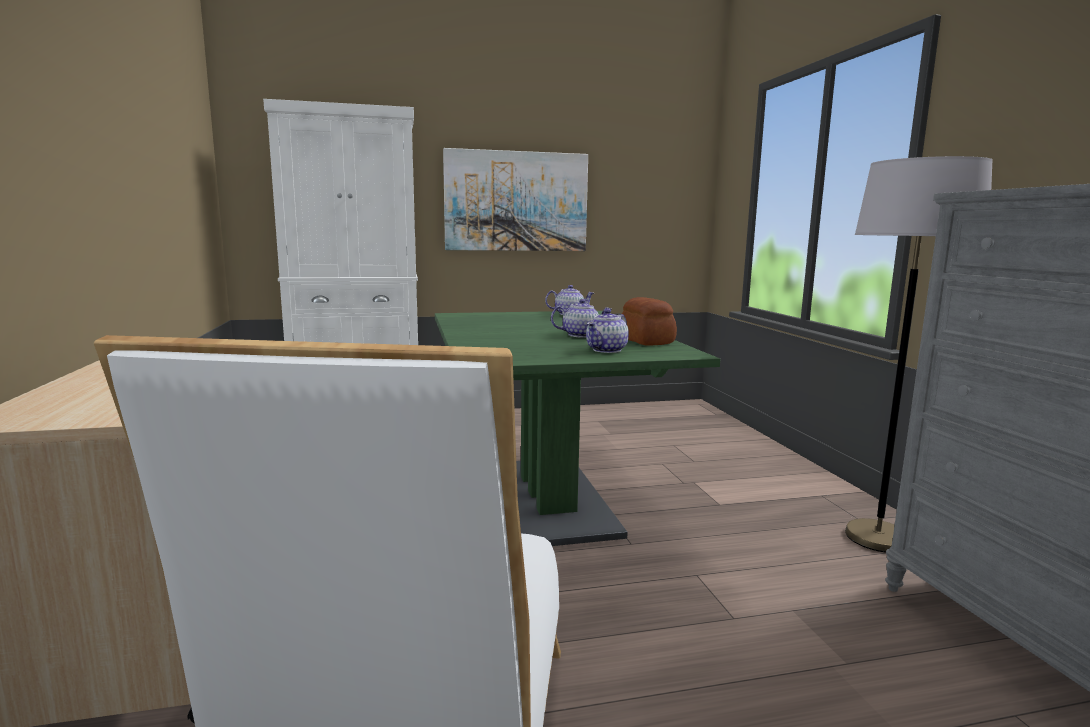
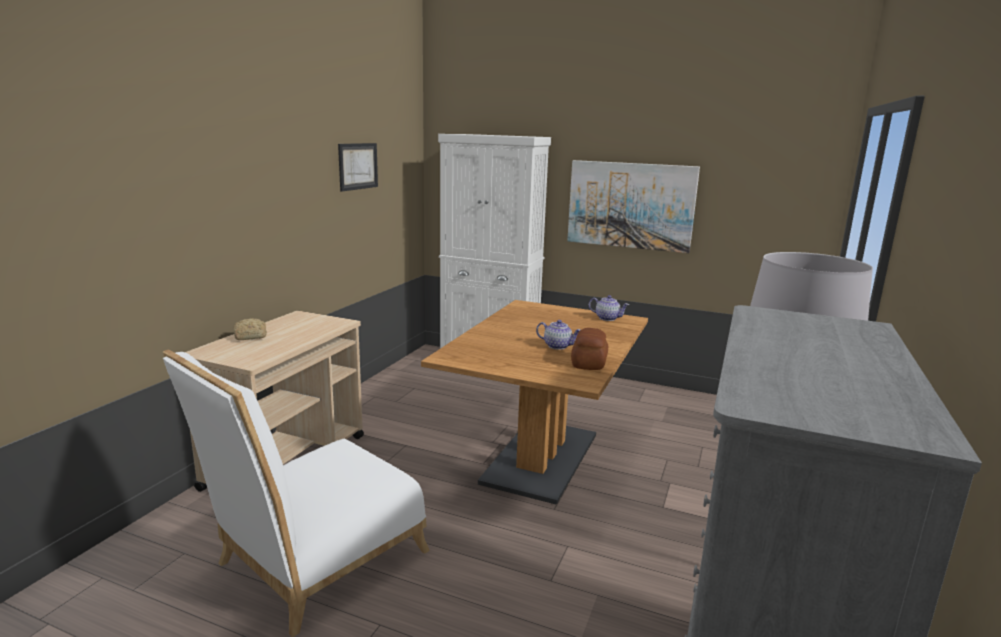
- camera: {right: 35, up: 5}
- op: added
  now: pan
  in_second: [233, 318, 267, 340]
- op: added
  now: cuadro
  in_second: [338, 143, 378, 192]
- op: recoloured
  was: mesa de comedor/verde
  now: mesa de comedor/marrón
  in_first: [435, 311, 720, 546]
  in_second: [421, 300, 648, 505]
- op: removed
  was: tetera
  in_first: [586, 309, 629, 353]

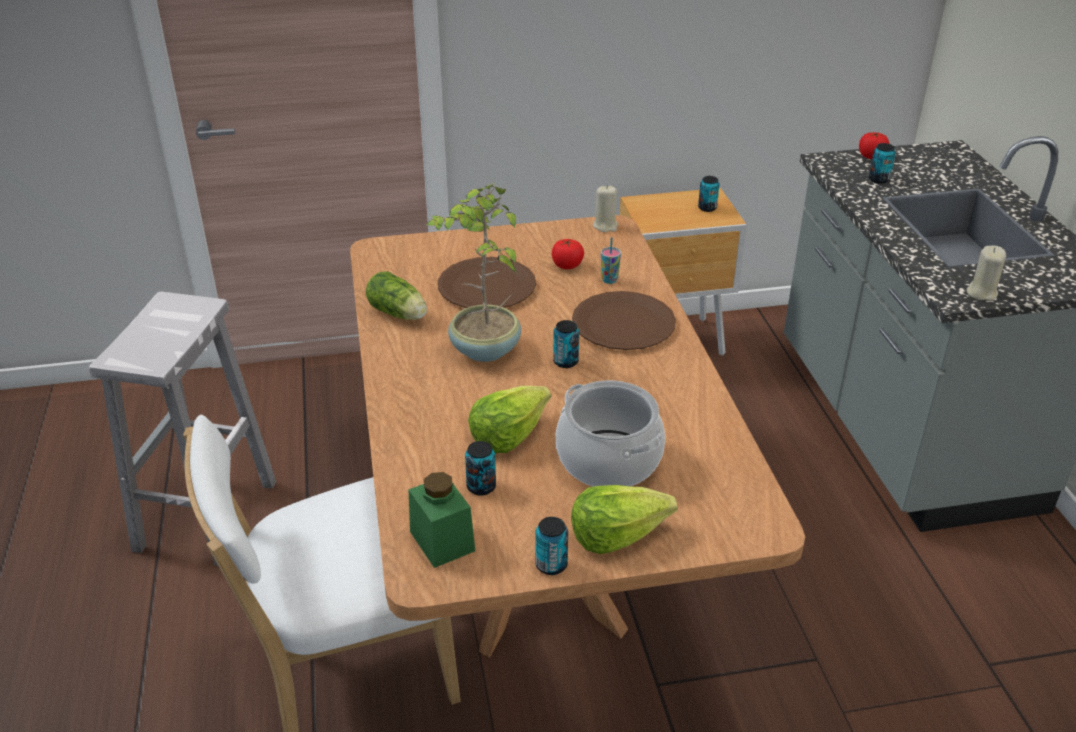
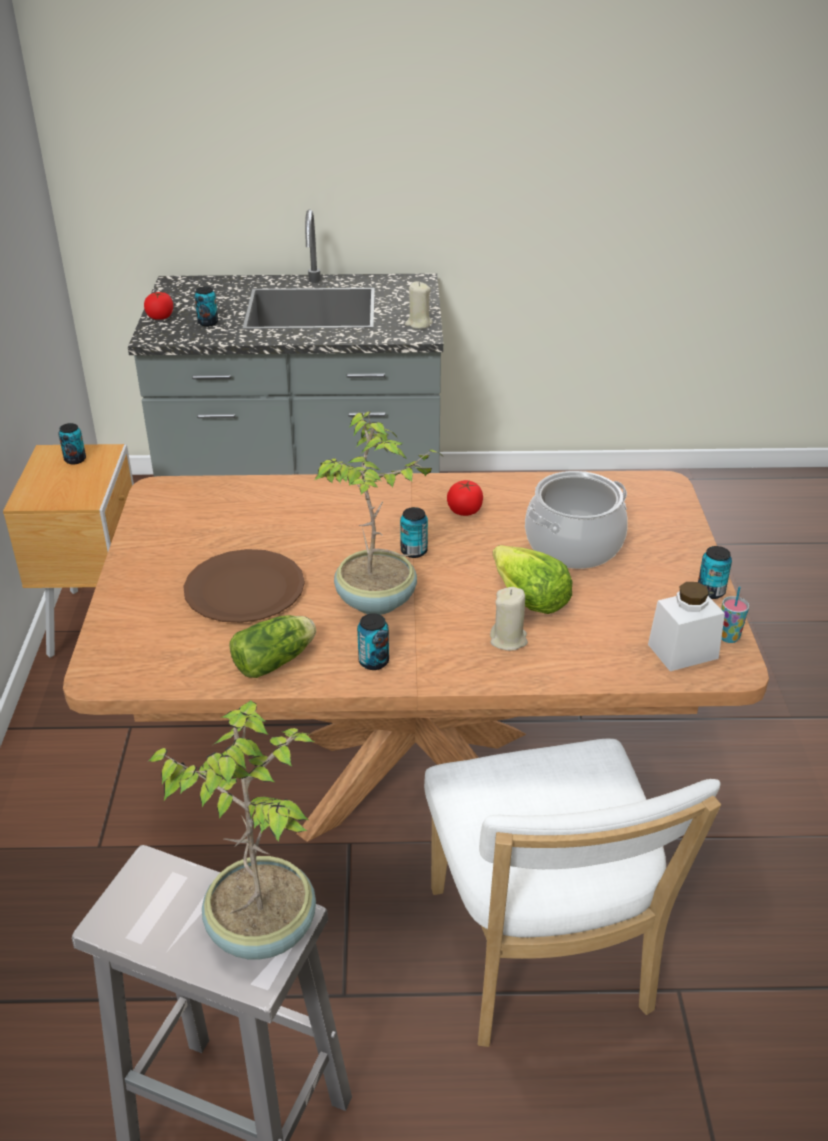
- camera: {right: -80, up: 0}
- op: added
  now: planta en maceta
  in_second: [149, 700, 316, 960]
- op: moved
  was: lata
  in_first: [465, 441, 496, 496]
  in_second: [357, 614, 389, 670]
- op: moved
  was: tomate
  in_first: [552, 239, 584, 269]
  in_second: [447, 480, 483, 516]
- op: moved
  was: vela/beis
  in_first: [593, 185, 618, 232]
  in_second: [490, 587, 528, 651]
- op: recoloured
  was: tarro/verde
  now: tarro/blanco
  in_first: [408, 472, 475, 568]
  in_second: [648, 582, 725, 671]
- op: moved
  was: taza
  in_first: [601, 237, 621, 284]
  in_second: [721, 586, 749, 643]
- op: removed
  was: lechuga
  in_first: [571, 485, 677, 554]
- op: removed
  was: plato/marrón
  in_first: [572, 291, 676, 350]

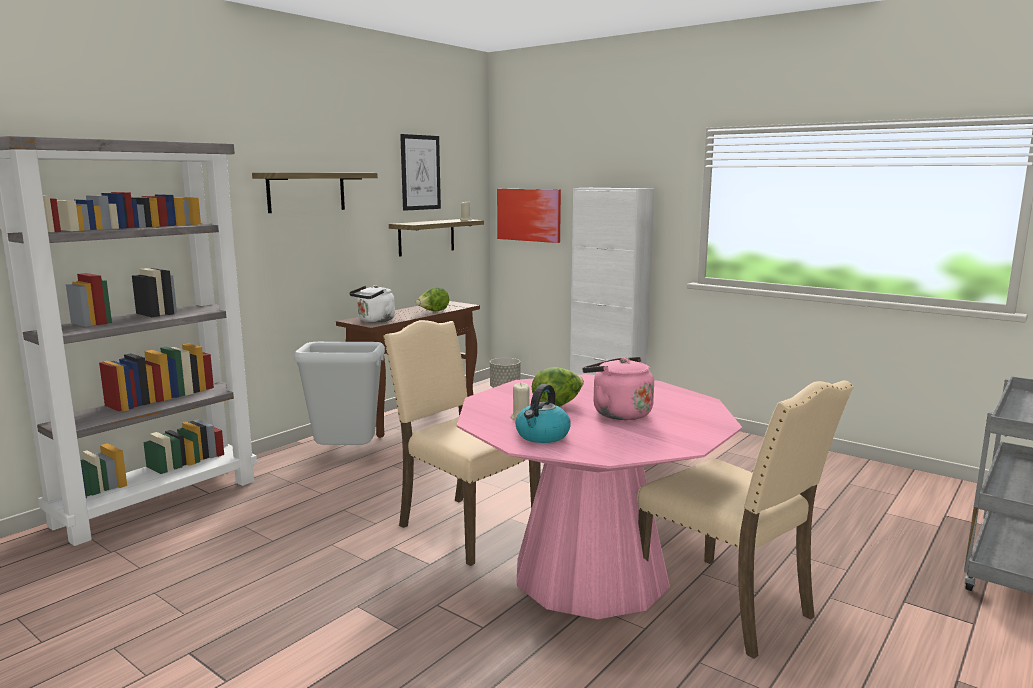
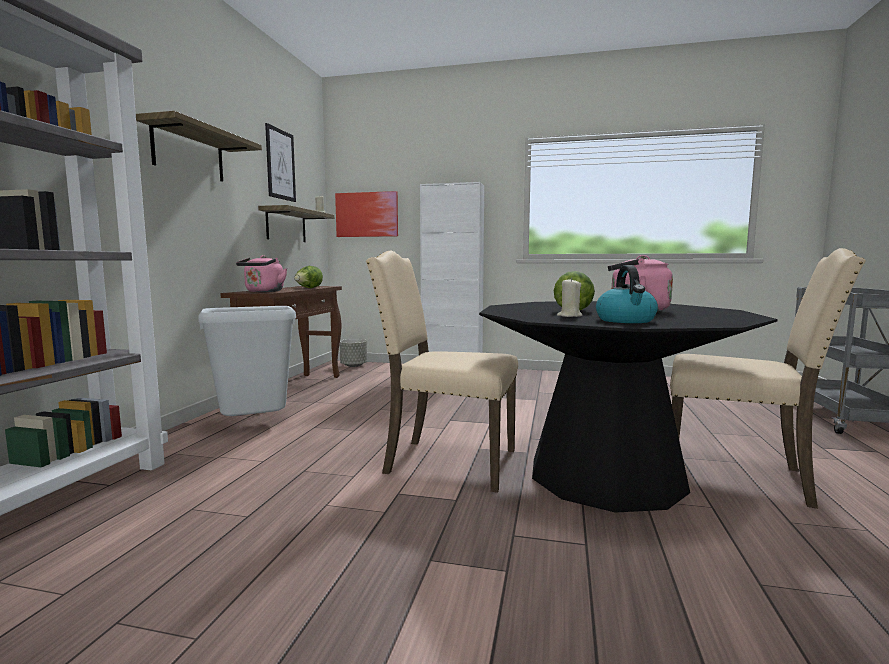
- camera: {right: -25, up: -5}
- op: recoloured
  was: hervidor/blanco
  now: hervidor/rosa
  in_first: [349, 285, 395, 323]
  in_second: [236, 255, 287, 292]
- op: recoloured
  was: mesa de comedor/rosa
  now: mesa de comedor/negro
  in_first: [457, 374, 742, 619]
  in_second: [479, 301, 778, 513]

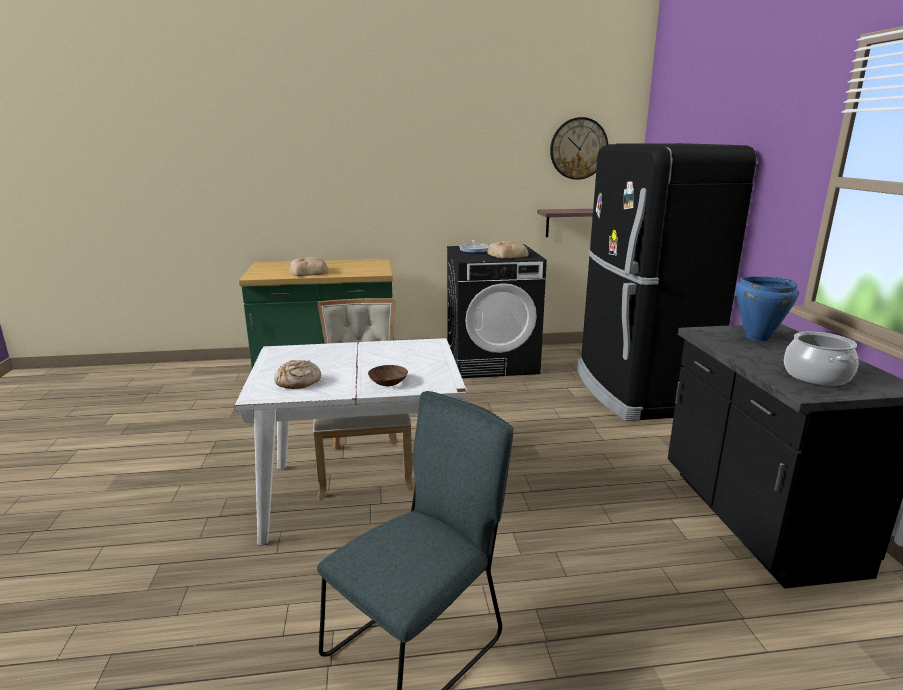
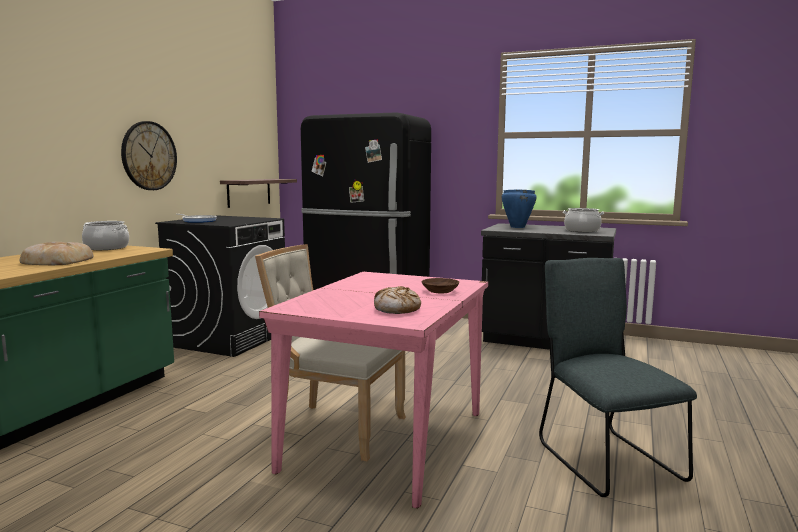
- camera: {right: -60, up: -10}
- op: added
  now: olla
  in_second: [82, 221, 129, 250]
- op: moved
  was: reloj de pared
  in_first: [550, 117, 608, 180]
  in_second: [121, 121, 177, 190]
- op: recoloured
  was: mesa de comedor/blanco
  now: mesa de comedor/rosa
  in_first: [234, 338, 468, 546]
  in_second: [259, 272, 488, 508]
- op: removed
  was: pan
  in_first: [487, 241, 529, 259]

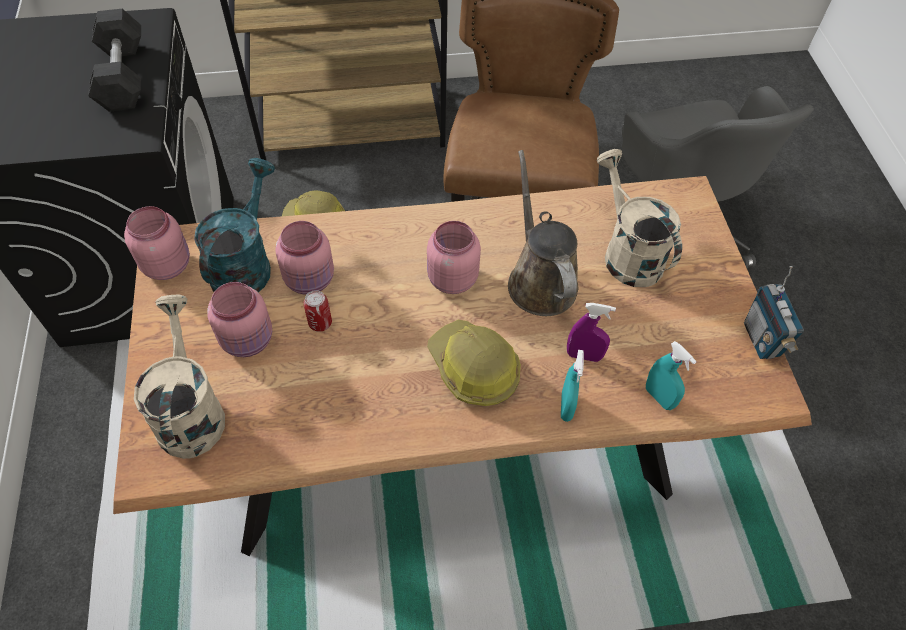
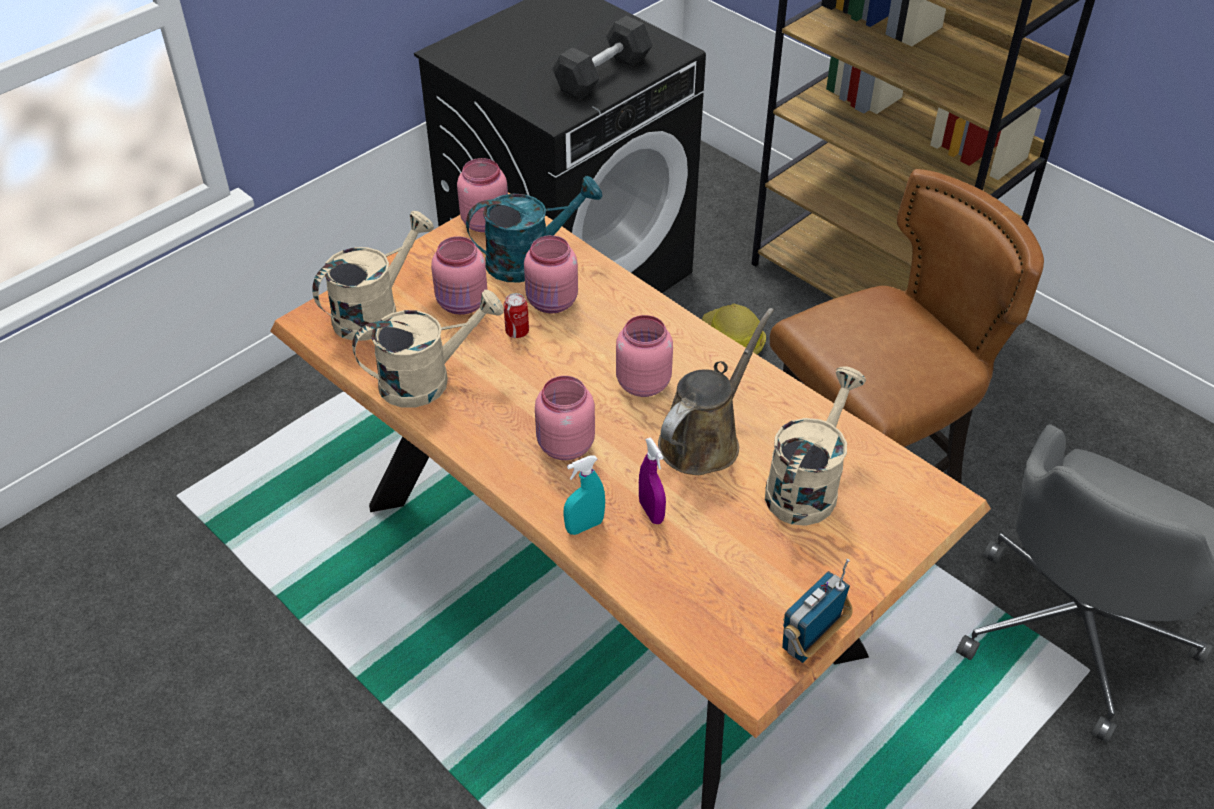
- camera: {right: 55, up: -10}
- op: added
  now: regadera/beis
  in_second: [352, 290, 504, 408]
- op: replaced
  was: casco
  now: tarro/rosa
  in_first: [427, 320, 521, 406]
  in_second: [535, 376, 595, 460]
- op: removed
  was: pulverizador/turquesa
  in_first: [646, 341, 697, 410]

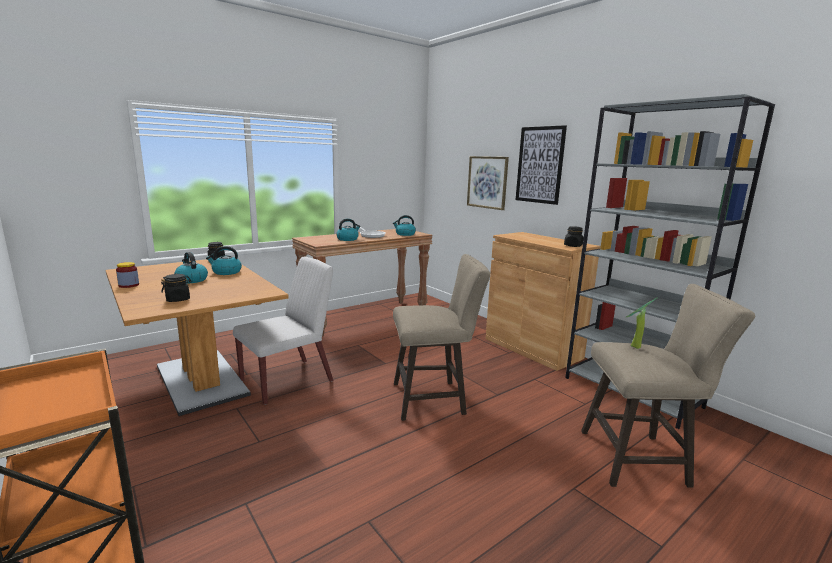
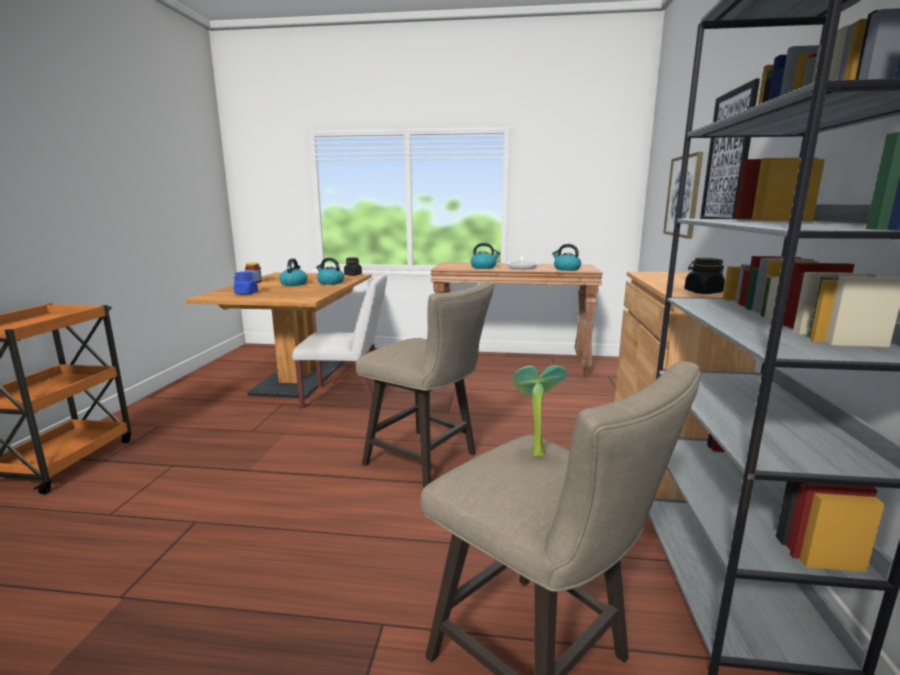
- camera: {right: 45, up: 0}
- op: recoloured
  was: tarro/negro
  now: tarro/azul
  in_first: [161, 274, 192, 302]
  in_second: [234, 271, 258, 295]

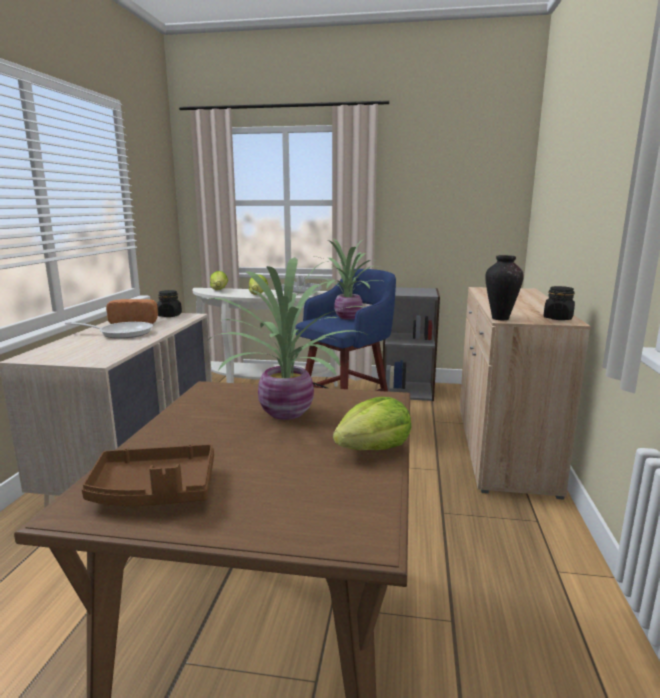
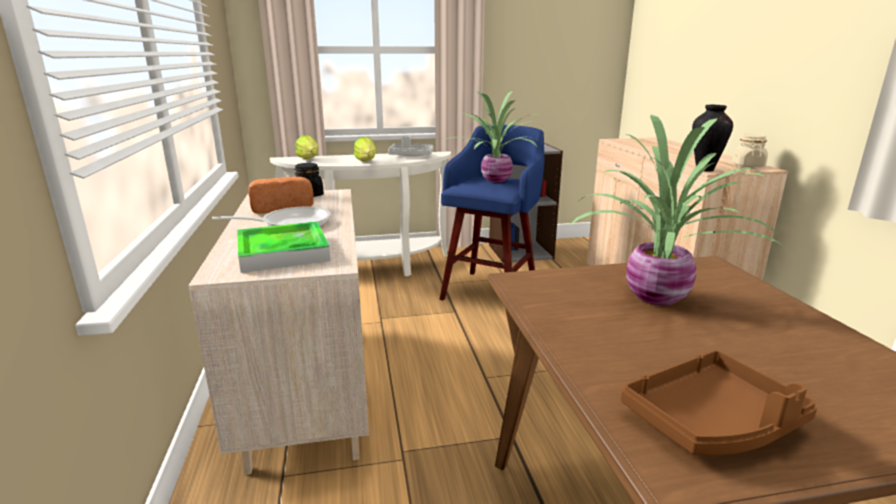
- camera: {right: -20, up: 5}
- op: added
  now: bandeja
  in_second: [237, 221, 331, 273]
- op: recoloured
  was: tarro/negro
  now: tarro/beis
  in_first: [543, 286, 575, 320]
  in_second: [732, 134, 768, 167]
- op: removed
  was: lechuga
  in_first: [333, 397, 411, 450]

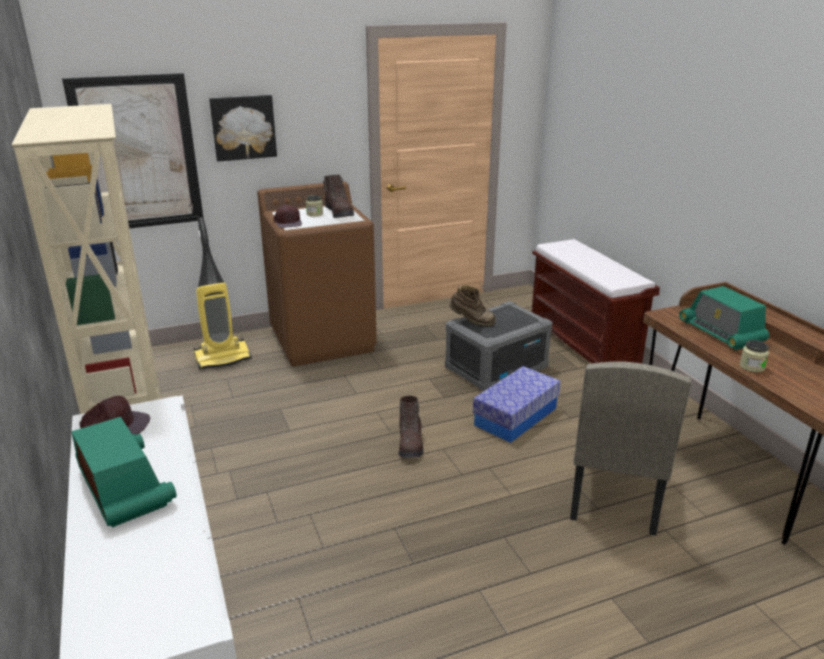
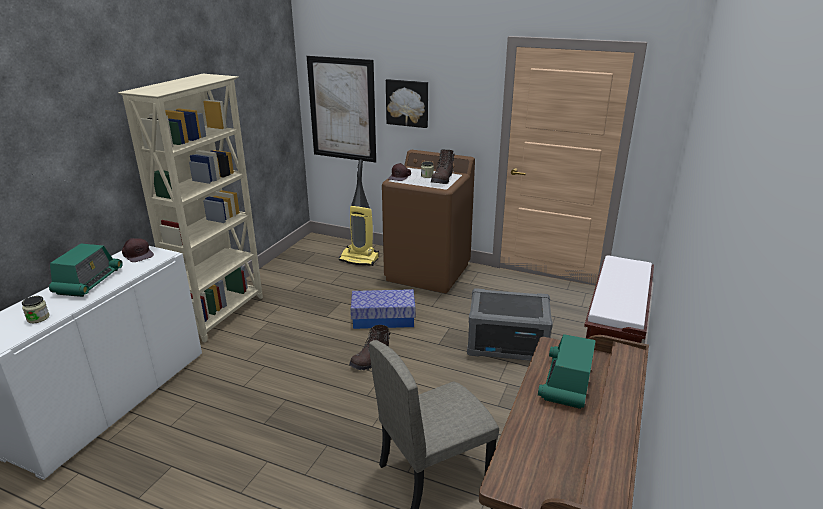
- camera: {right: 45, up: 0}
- op: moved
  was: tarro
  in_first: [740, 340, 769, 372]
  in_second: [22, 296, 50, 323]
- op: moved
  was: caja de almacenaje
  in_first: [473, 366, 561, 443]
  in_second: [351, 289, 415, 329]
- op: removed
  was: bota/marrón
  in_first: [450, 285, 496, 327]

